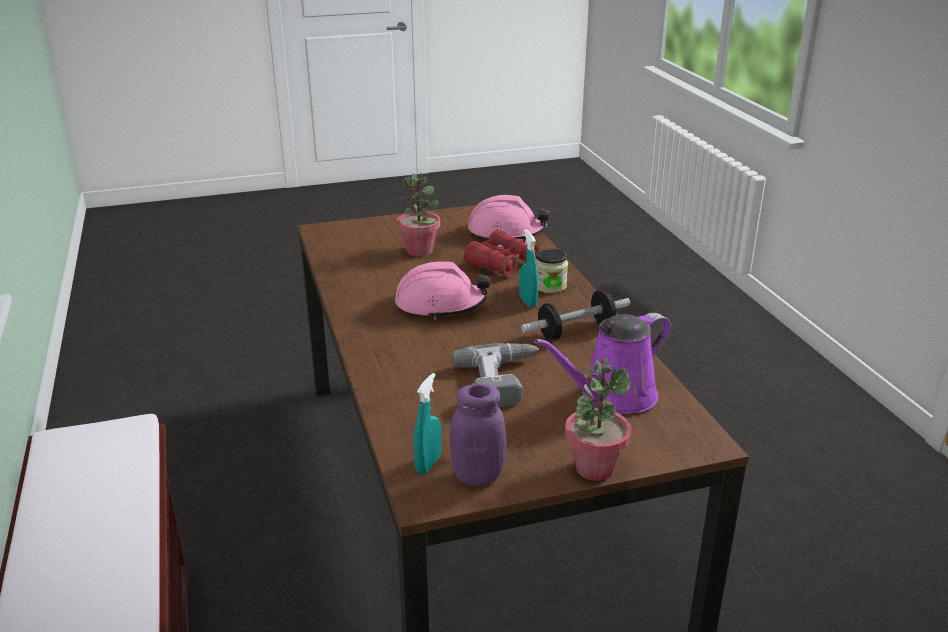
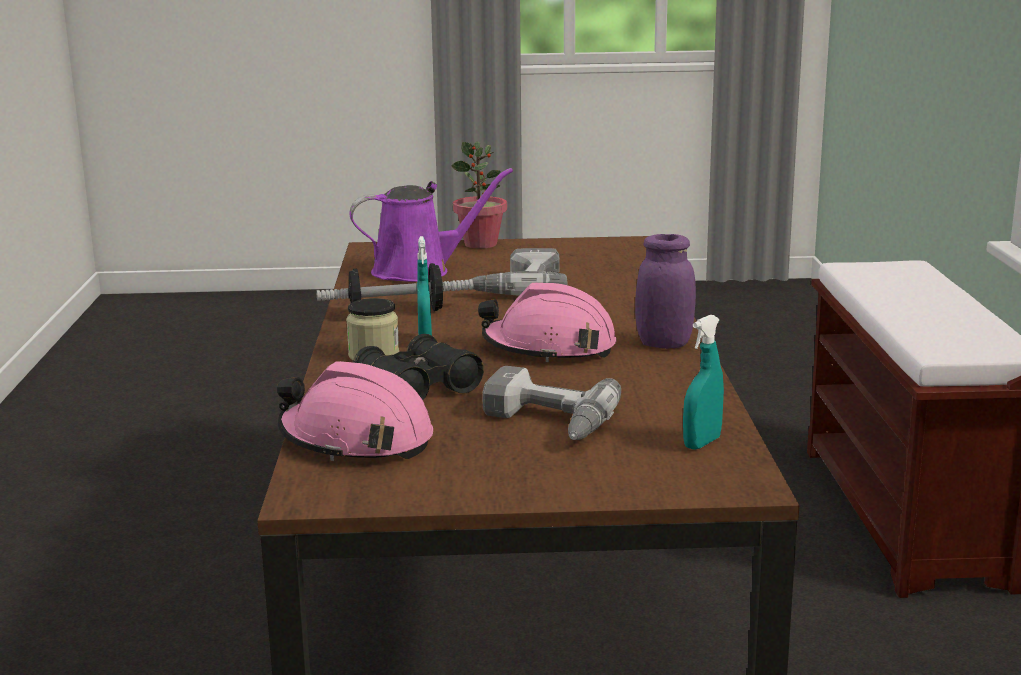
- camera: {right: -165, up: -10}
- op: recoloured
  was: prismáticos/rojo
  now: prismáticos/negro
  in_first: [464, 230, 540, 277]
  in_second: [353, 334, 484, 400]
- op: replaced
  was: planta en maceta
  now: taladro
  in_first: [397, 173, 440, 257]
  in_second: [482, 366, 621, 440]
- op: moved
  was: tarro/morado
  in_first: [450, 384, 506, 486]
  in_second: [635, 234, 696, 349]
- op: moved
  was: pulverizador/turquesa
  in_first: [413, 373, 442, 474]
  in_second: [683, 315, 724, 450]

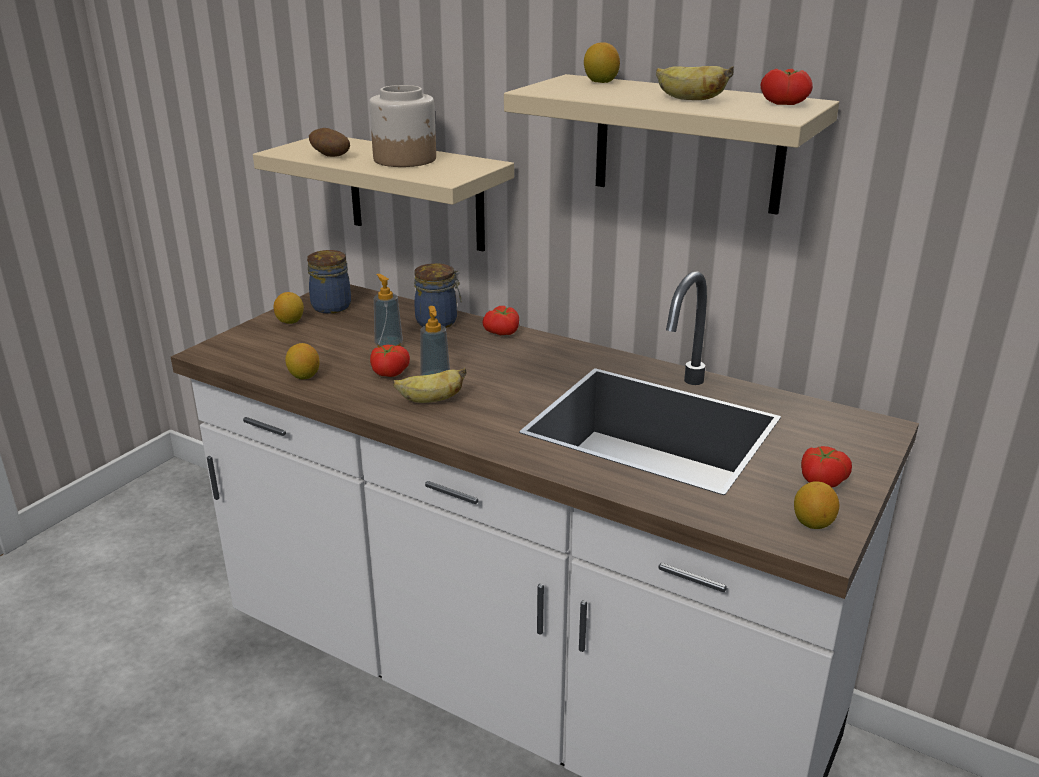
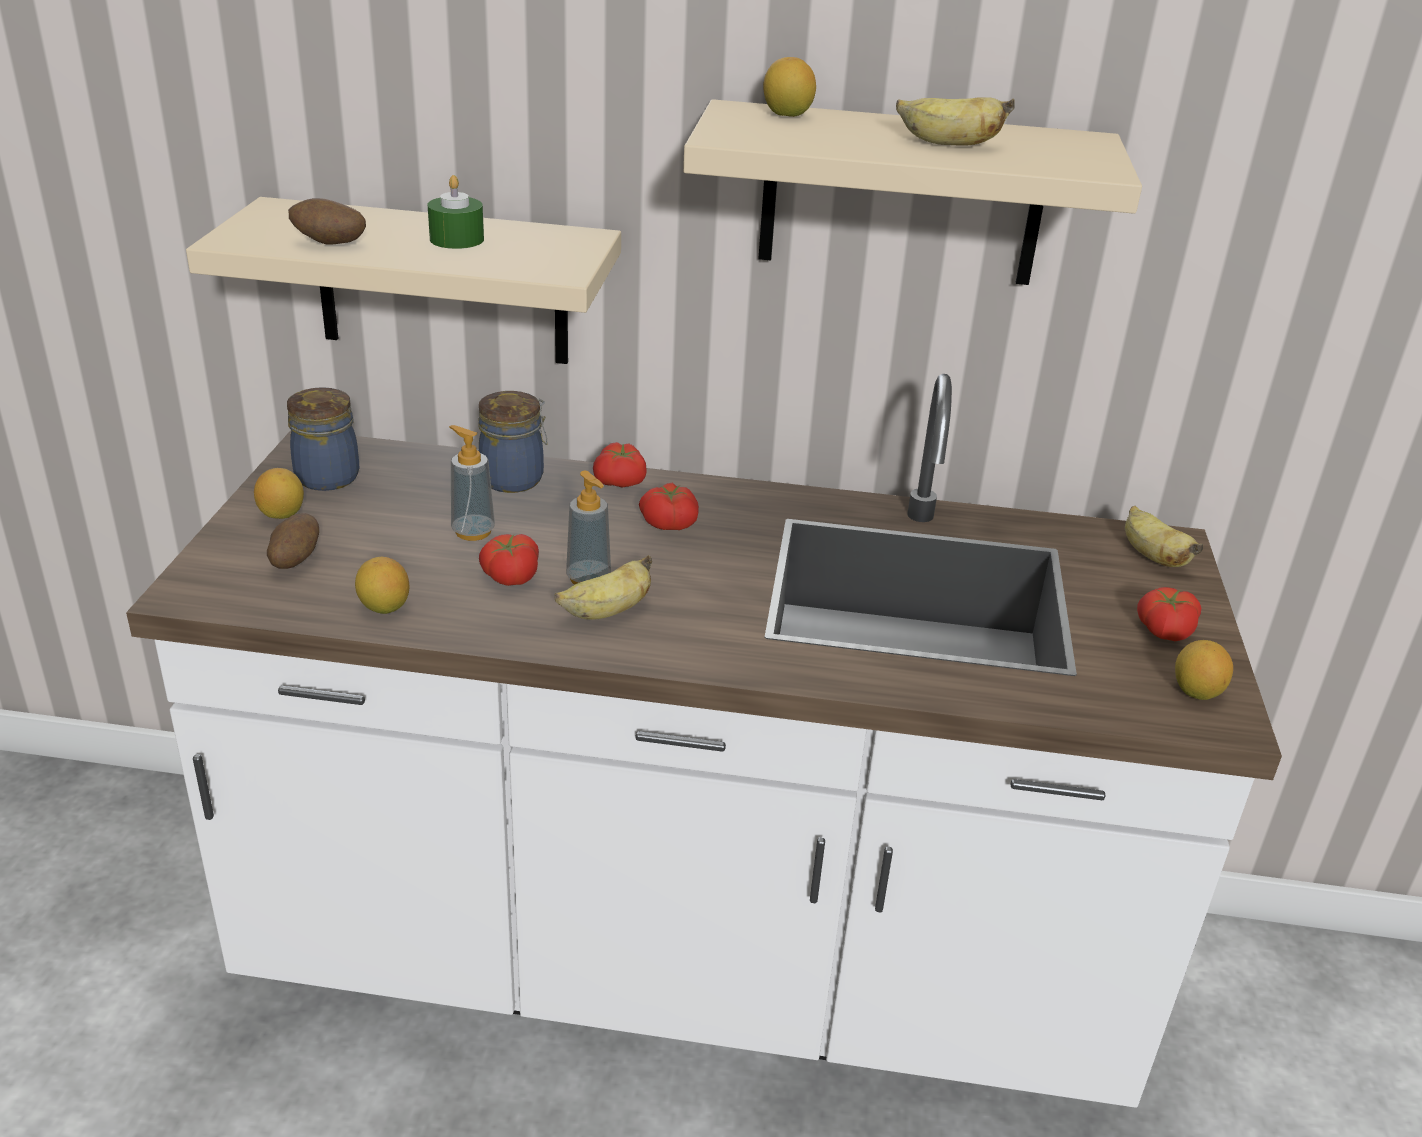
- camera: {right: -25, up: 5}
- op: added
  now: patata
  in_second: [267, 513, 319, 569]
- op: replaced
  was: tarro
  now: vela/verde
  in_first: [369, 85, 436, 167]
  in_second: [427, 175, 484, 249]
- op: moved
  was: tomate
  in_first: [761, 69, 813, 105]
  in_second: [639, 482, 699, 530]
- op: added
  now: plátano
  in_second: [1125, 506, 1203, 567]

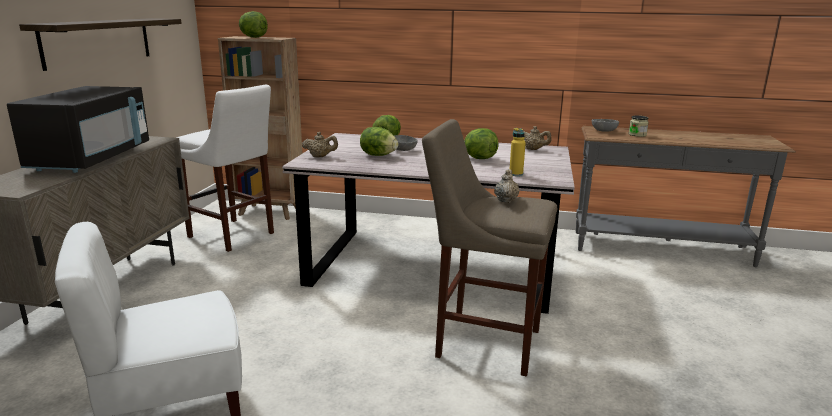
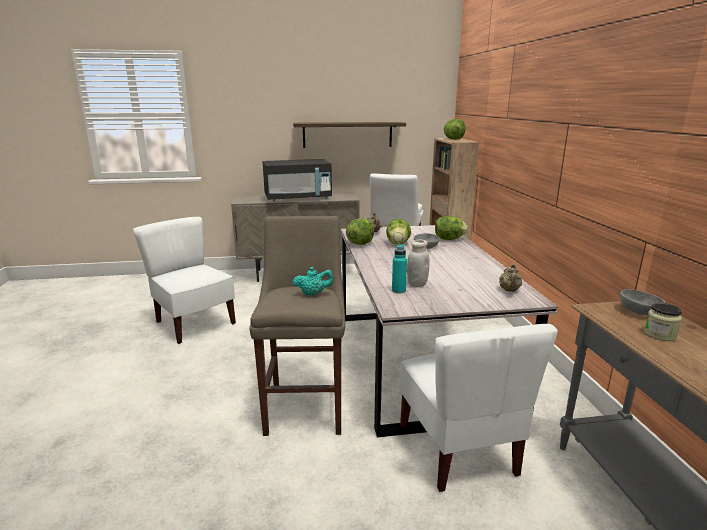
- camera: {right: 70, up: 0}
- op: recoloured
  was: tetera/beis
  now: tetera/turquesa
  in_first: [494, 169, 519, 203]
  in_second: [292, 267, 334, 295]
- op: moved
  was: lechuga
  in_first: [464, 128, 498, 159]
  in_second: [346, 219, 374, 245]
- op: recoloured
  was: botella/amarillo
  now: botella/turquesa
  in_first: [510, 128, 526, 176]
  in_second: [392, 244, 407, 294]
- op: added
  now: silla/blanco
  in_second: [400, 324, 558, 492]
- op: added
  now: tarro/blanco
  in_second: [407, 240, 429, 287]

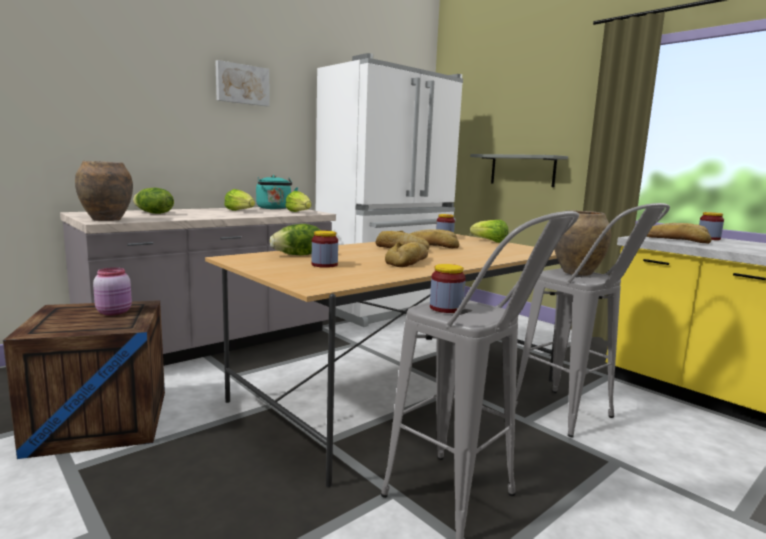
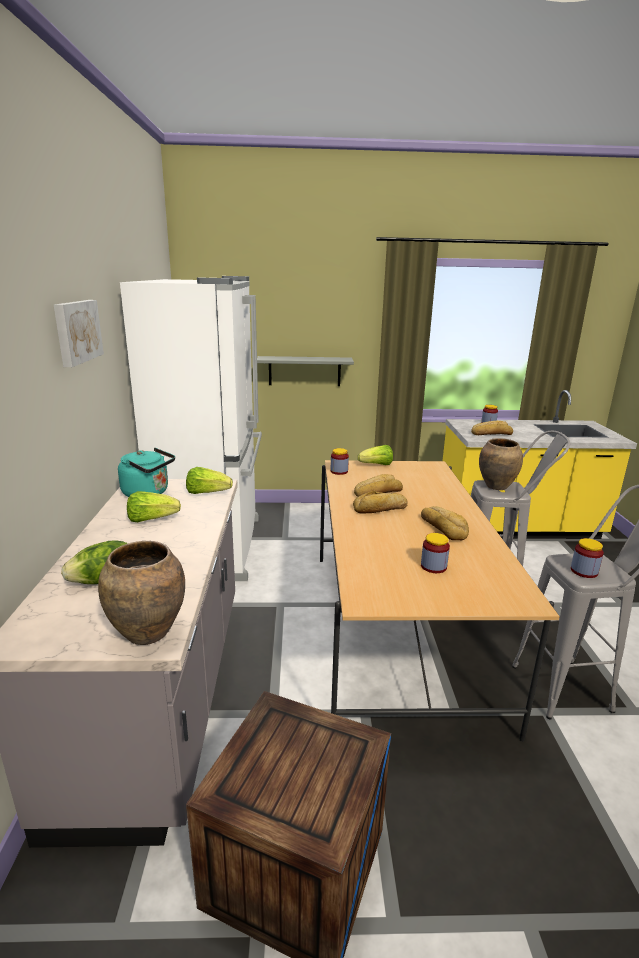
- camera: {right: -50, up: 10}
- op: removed
  was: tarro/rosa
  in_first: [93, 267, 132, 316]
- op: removed
  was: lechuga
  in_first: [270, 224, 321, 255]

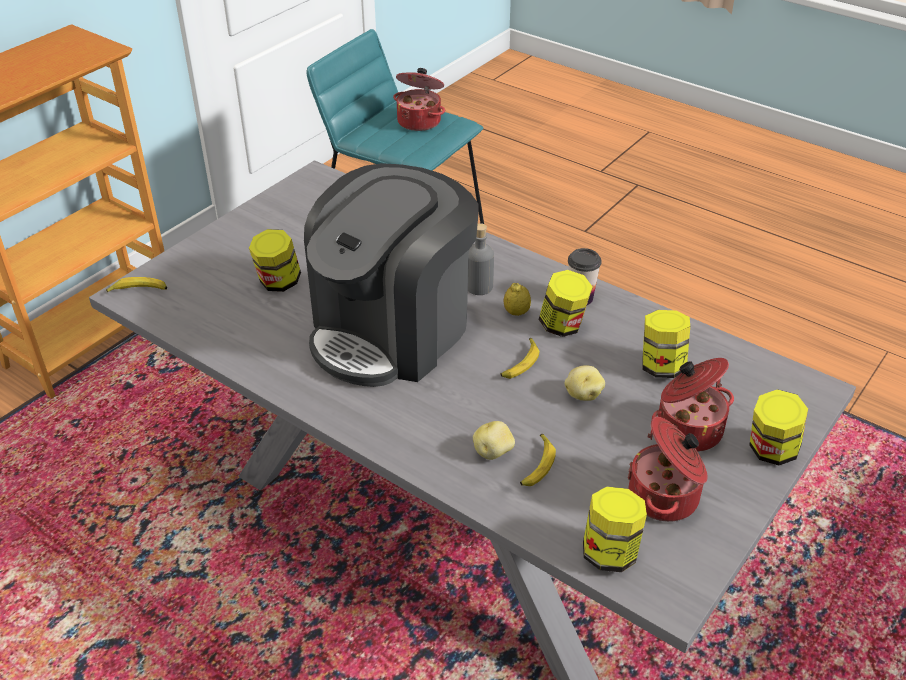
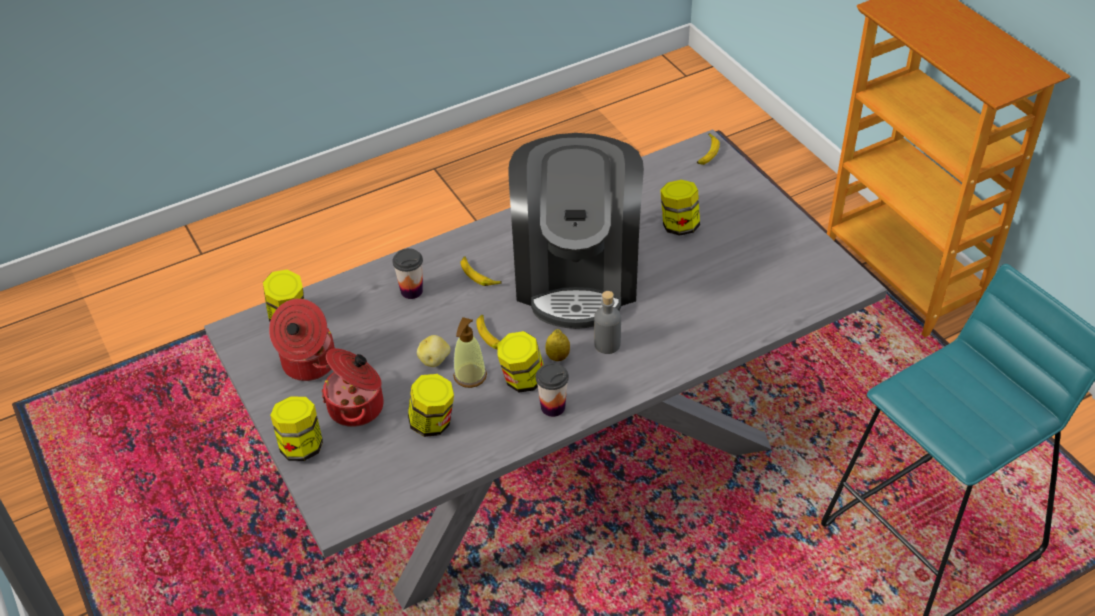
- camera: {right: 115, up: 5}
- op: replaced
  was: patata
  now: taza
  in_first: [473, 421, 515, 460]
  in_second: [393, 248, 423, 299]
- op: added
  now: dispensador de jabón
  in_second: [453, 317, 487, 388]
- op: moved
  was: plátano
  in_first: [520, 434, 556, 486]
  in_second: [460, 256, 502, 286]
- op: turned
  was: cafetera
  in_first: [304, 163, 479, 387]
  in_second: [508, 133, 644, 329]
  clockwise: -150
- op: removed
  was: olla
  in_first: [393, 68, 445, 131]

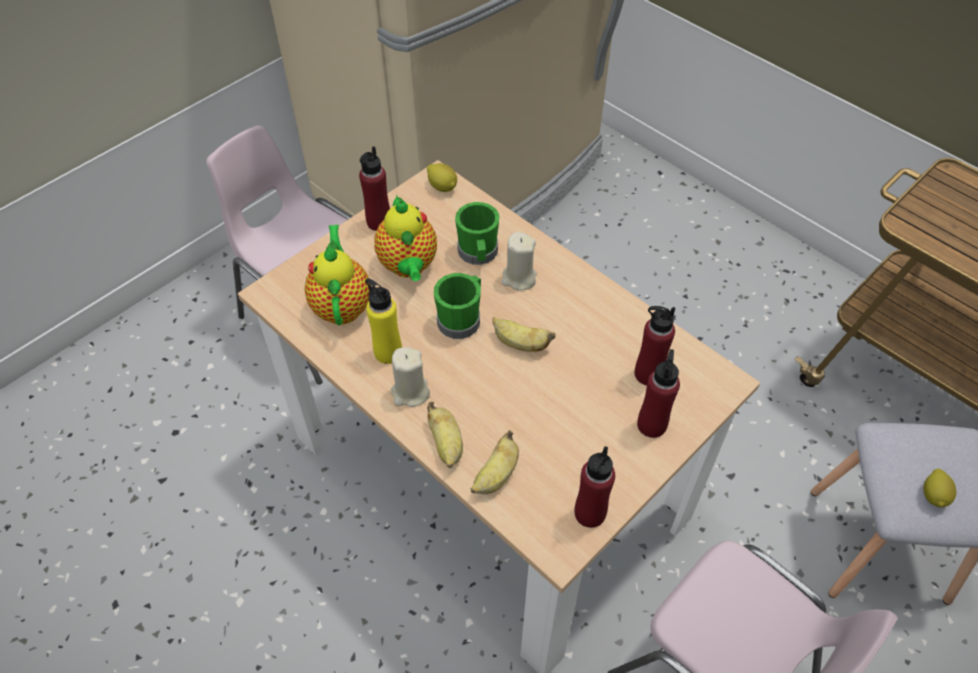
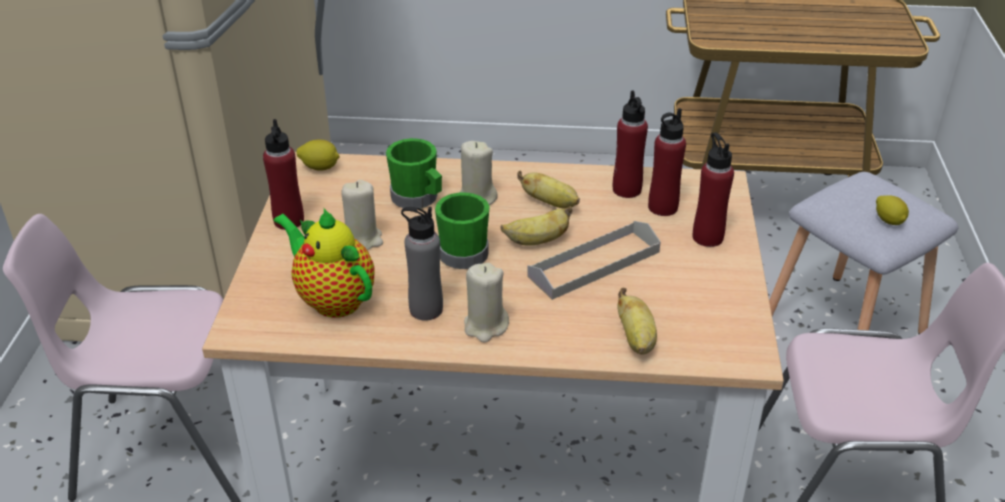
- camera: {right: -40, up: -15}
- op: replaced
  was: tetera
  now: vela/beis
  in_first: [374, 195, 437, 281]
  in_second: [341, 180, 383, 251]
- op: recoloured
  was: botella/amarillo
  now: botella/gris
  in_first: [365, 278, 402, 364]
  in_second: [401, 207, 443, 321]
- op: moved
  was: plátano
  in_first: [427, 402, 463, 468]
  in_second: [517, 170, 580, 208]
- op: added
  now: bandeja/gris
  in_second: [527, 221, 661, 300]
- op: moved
  was: botella/rojo
  in_first: [575, 446, 615, 528]
  in_second: [613, 90, 648, 198]

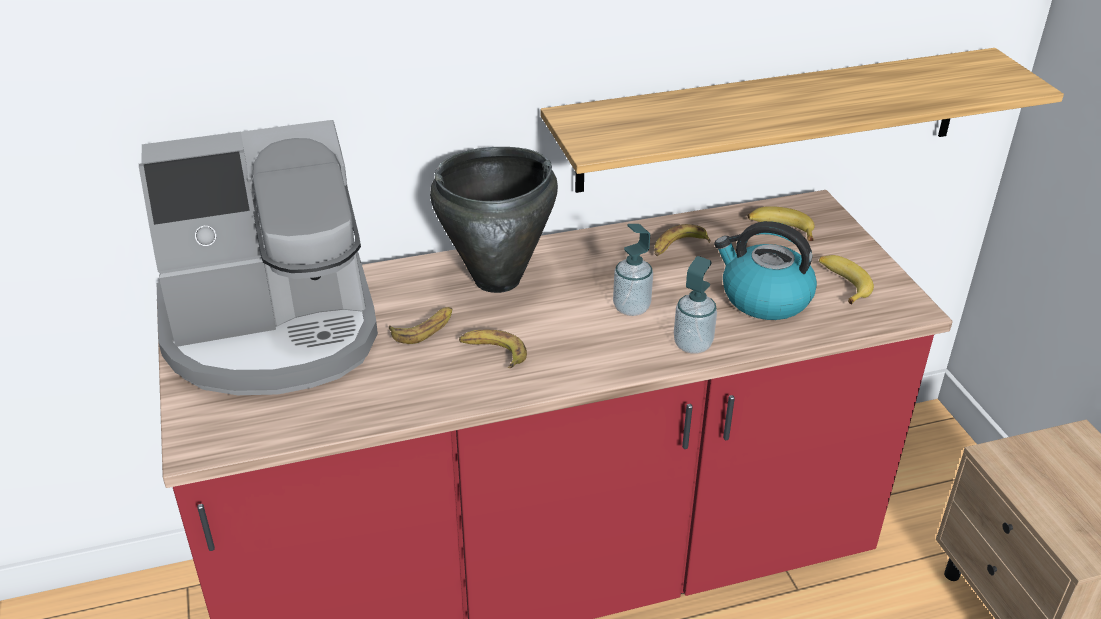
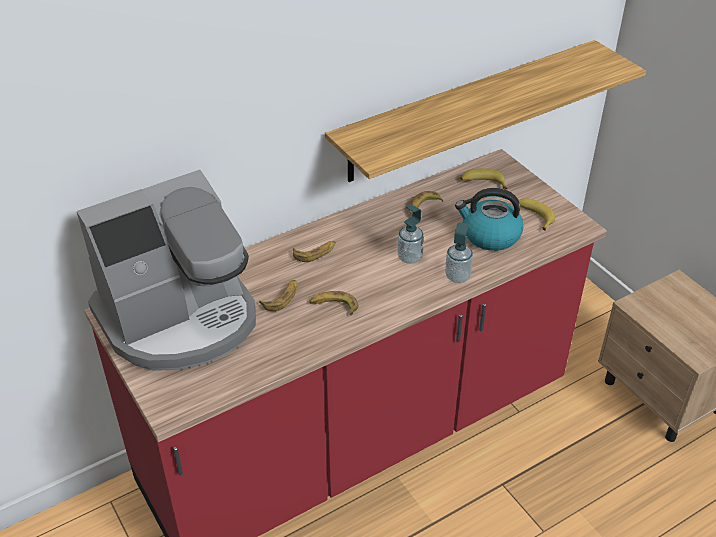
- camera: {right: -15, up: 5}
- op: replaced
  was: olla/negro
  now: plátano
  in_first: [430, 147, 558, 293]
  in_second: [293, 241, 336, 262]

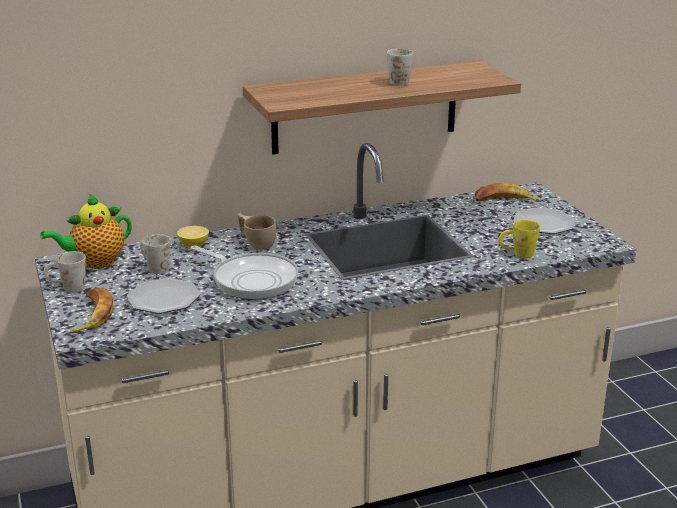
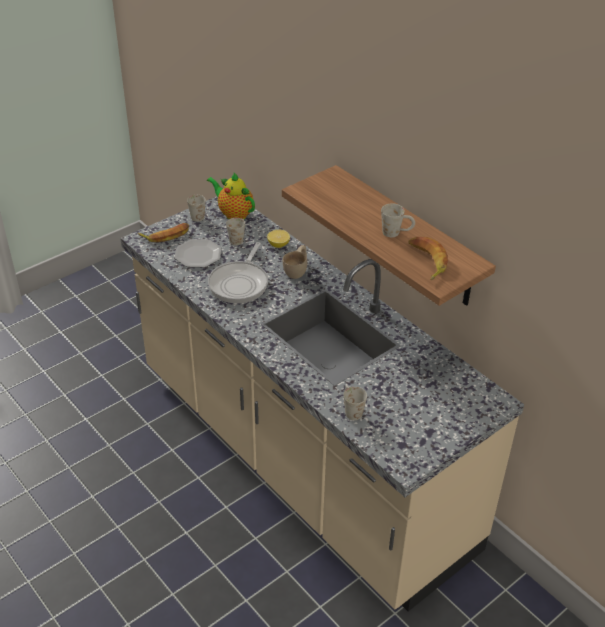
- camera: {right: 70, up: 15}
- op: recoloured
  was: taza grande/amarillo
  now: taza grande/blanco
  in_first: [499, 220, 540, 258]
  in_second: [343, 386, 367, 420]
- op: moved
  was: plátano
  in_first: [475, 183, 541, 202]
  in_second: [408, 237, 448, 280]
- op: removed
  was: plato
  in_first: [513, 207, 575, 234]

